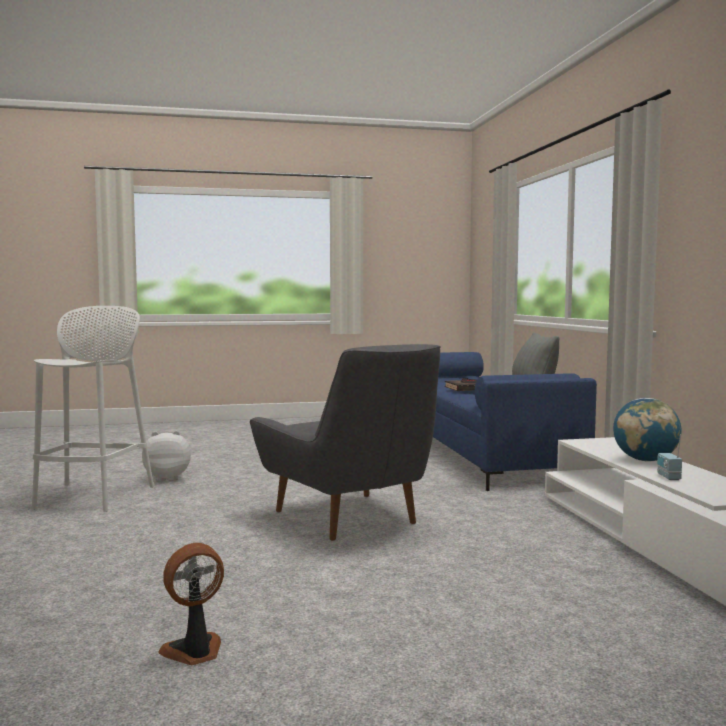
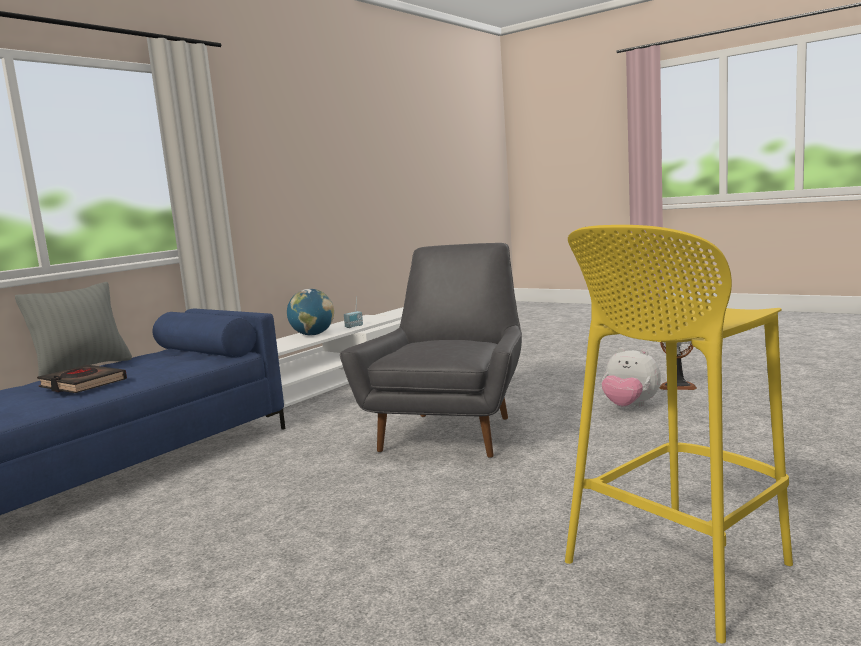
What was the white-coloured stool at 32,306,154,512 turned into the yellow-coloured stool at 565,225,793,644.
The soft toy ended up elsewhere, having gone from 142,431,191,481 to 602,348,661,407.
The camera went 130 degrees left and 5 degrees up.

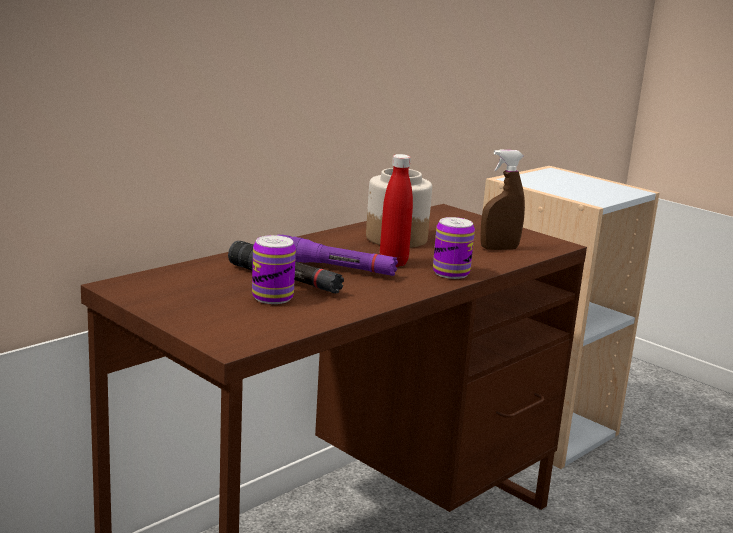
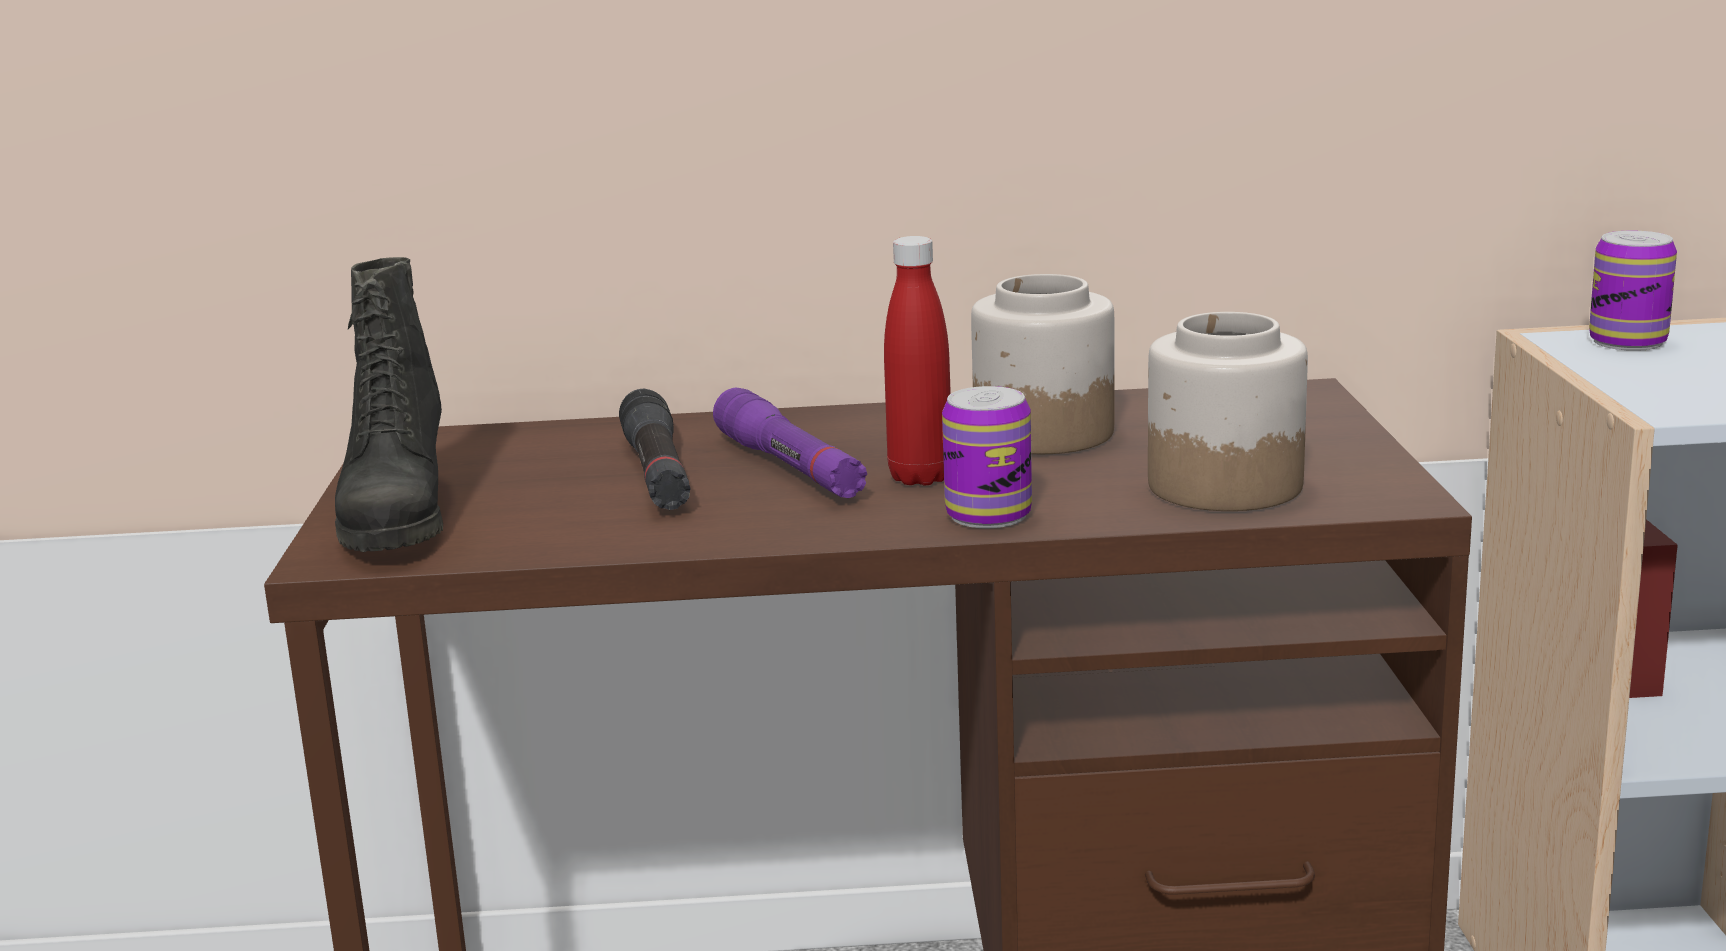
The second view gained the blackish high-top boot at 335,257,443,552.
Where the brown sprayer stood at 480,150,525,250, the storage jar came to stand at 1148,312,1308,511.
The metal can ended up elsewhere, having gone from 252,235,296,304 to 1589,231,1677,351.
The camera went 45 degrees right and 0 degrees up.

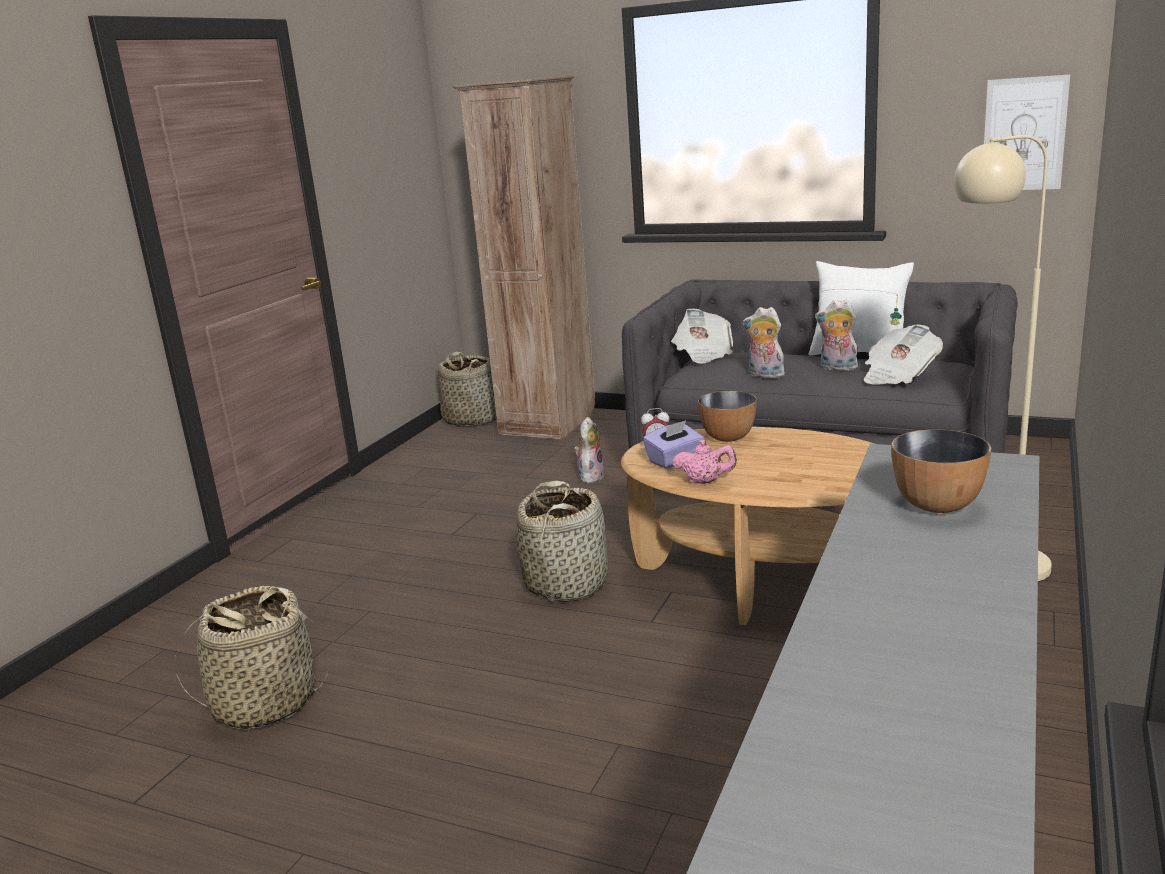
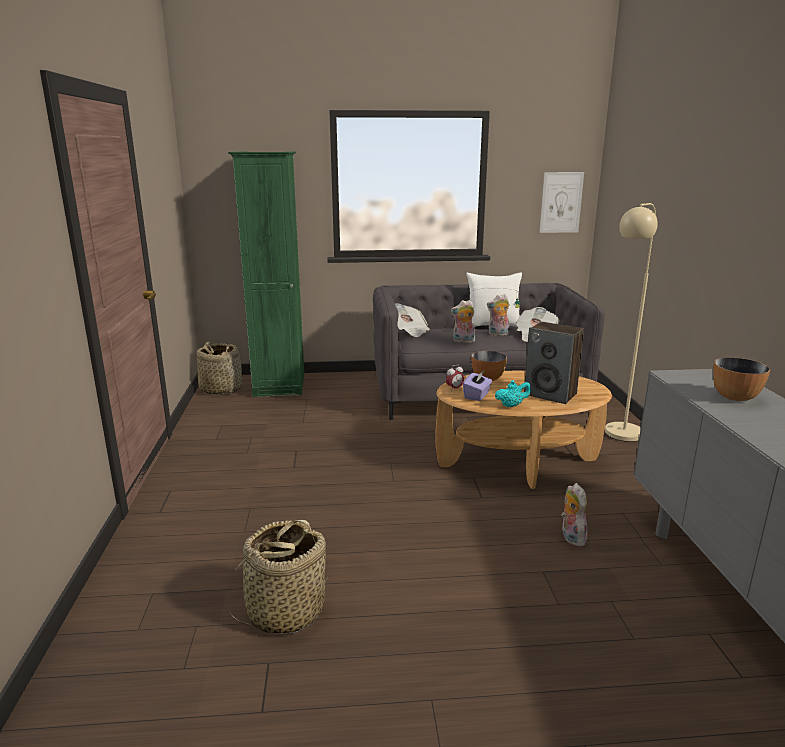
What was the brown storage cabinet at 453,76,595,440 turned into the green-coloured storage cabinet at 228,151,304,397.
What was the pink teapot at 673,440,737,484 turned into the turquoise-coloured teapot at 495,380,531,407.
The second view gained the loudspeaker at 524,322,584,404.
The soft toy ended up elsewhere, having gone from 574,417,605,483 to 561,483,587,546.
The second view lost the basket at 516,480,608,602.
The camera went 30 degrees left and 0 degrees up.

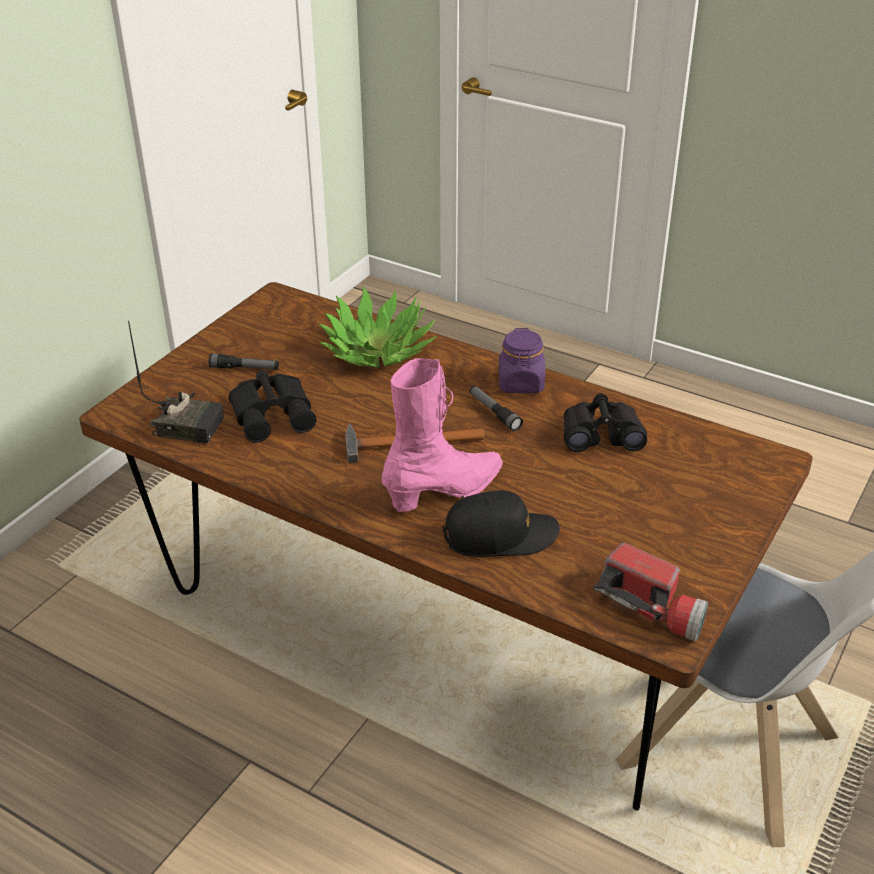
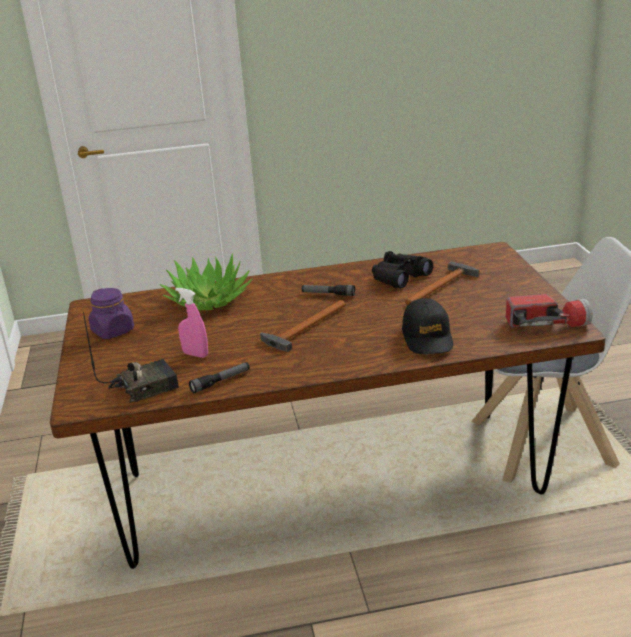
The purple-coloured storage jar ended up elsewhere, having gone from 499,328,545,393 to 89,288,134,339.
Where the blackish pair of binoculars stood at 229,370,316,443, the pink sprayer came to stand at 175,288,208,358.
The flashlight ended up elsewhere, having gone from 209,353,279,370 to 189,362,250,393.
The blackish baseball cap at 443,490,560,557 ended up facing another way, 135 degrees clockwise from before.
The second view gained the tool hammer at 405,262,479,305.
The second view lost the pink high-top boot at 382,358,503,512.
The camera went 40 degrees left and 10 degrees down.

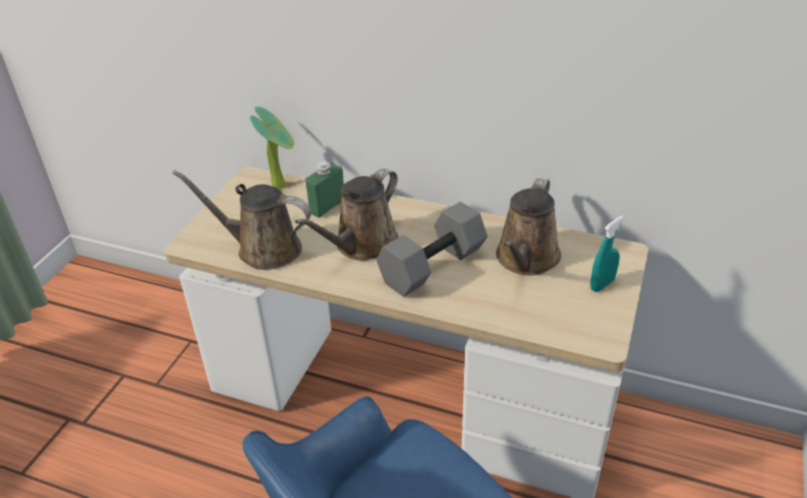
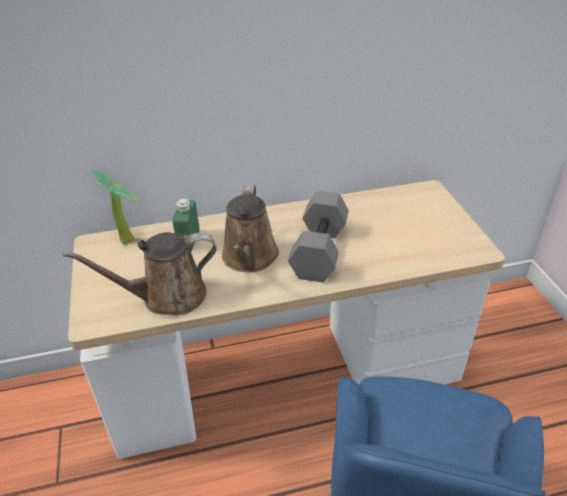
The second view lost the brown watering can at 496,178,561,276.
The second view lost the turquoise-coloured sprayer at 590,216,624,292.
The camera went 35 degrees left and 0 degrees up.

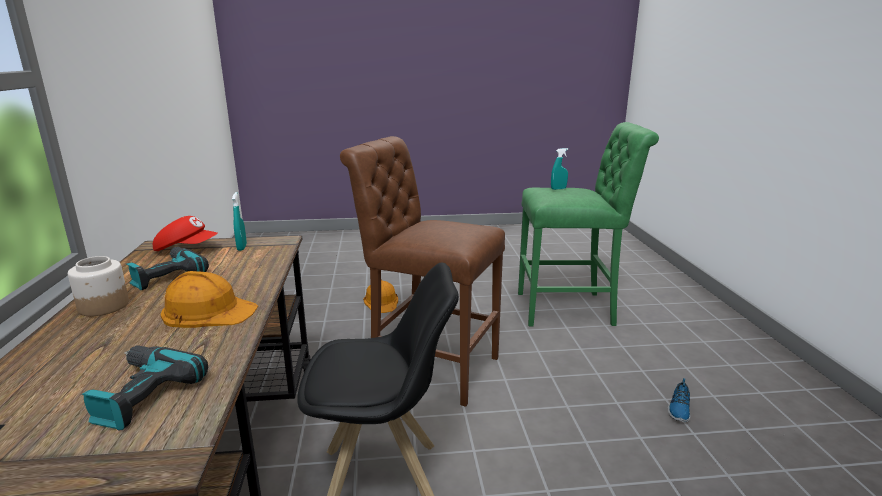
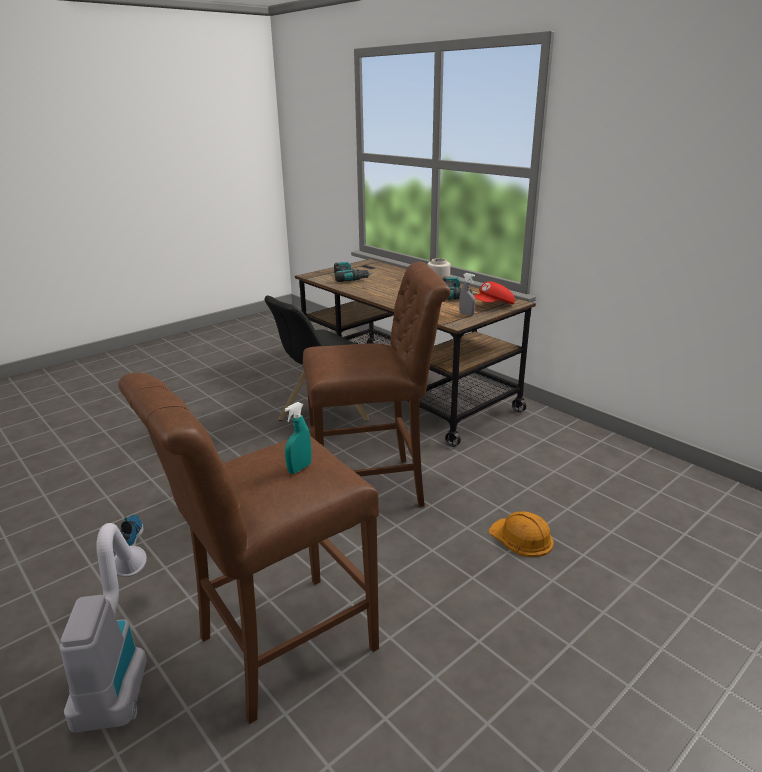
The second view gained the hoover at 60,523,147,732.
What was the green-coloured stool at 518,122,659,326 turned into the brown stool at 118,373,379,724.
What was the turquoise-coloured sprayer at 232,192,247,251 turned into the grey sprayer at 459,273,475,316.
The second view lost the orange-coloured hard hat at 160,271,258,328.
The camera went 145 degrees right and 5 degrees up.

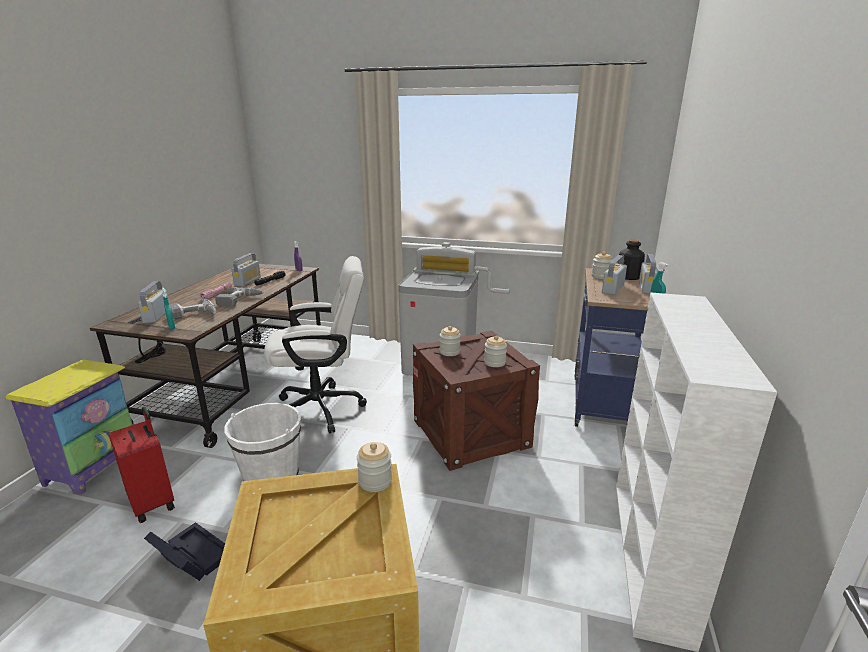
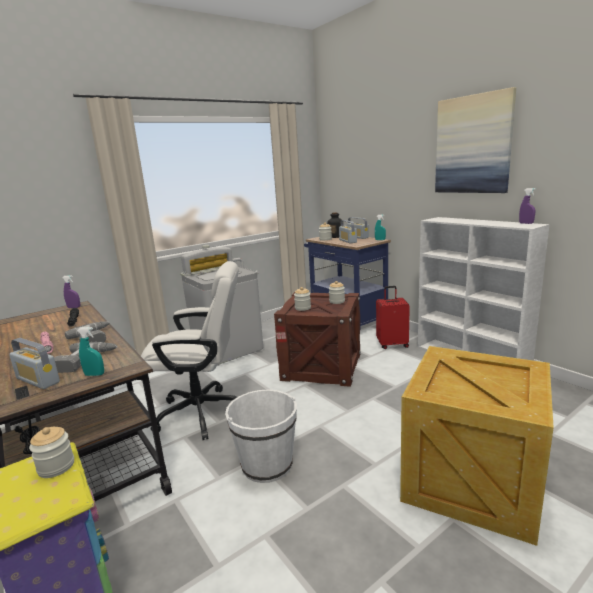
The storage jar ended up elsewhere, having gone from 357,442,392,492 to 29,427,74,478.
The white-coloured computer chair at 264,256,367,434 ended up facing another way, 60 degrees clockwise from before.
The red-coloured travel case ended up elsewhere, having gone from 109,407,175,523 to 376,286,410,349.
The second view gained the wall picture at 435,87,516,193.
The second view gained the purple-coloured sprayer at 519,188,536,224.
The second view lost the blackish storage bin at 144,522,225,581.
The second view lost the radio receiver at 231,253,261,287.
The camera went 50 degrees left and 5 degrees down.

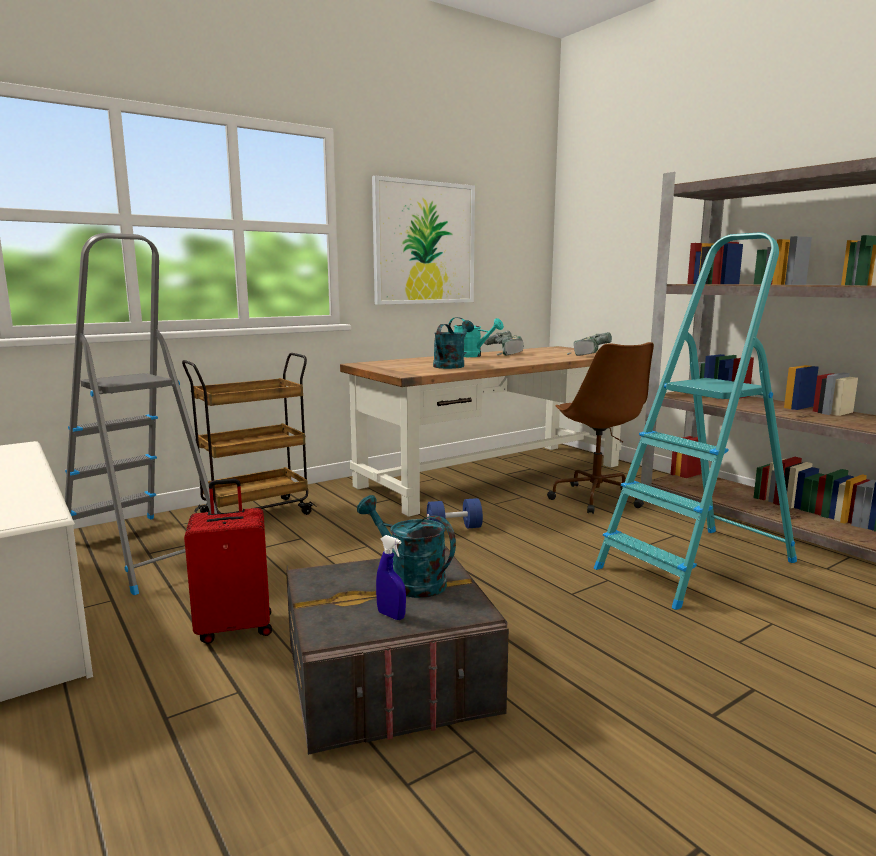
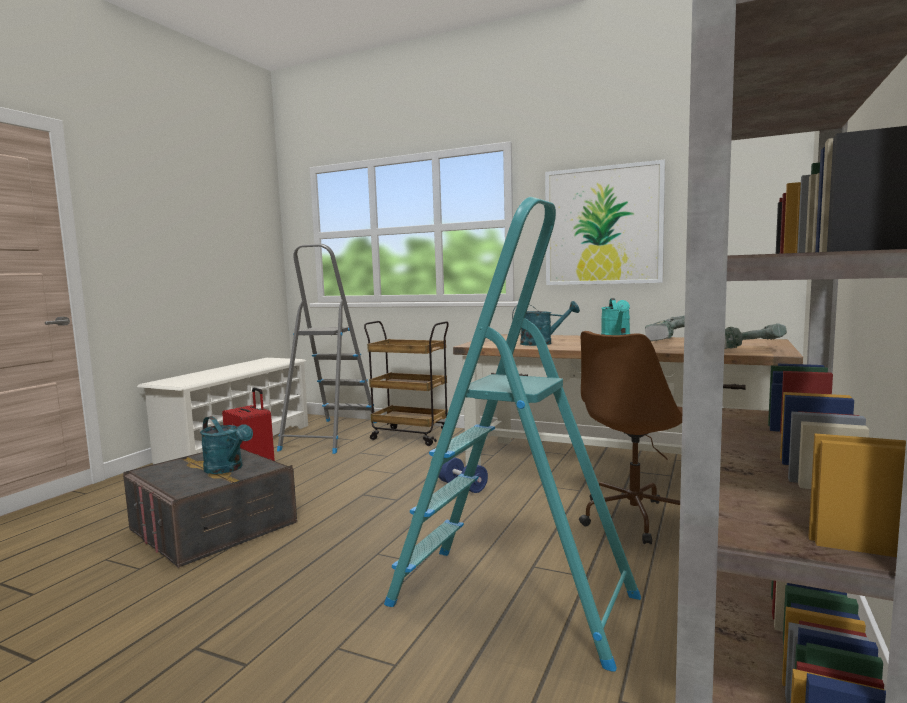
The turquoise-coloured watering can at 357,495,456,598 ended up facing another way, 120 degrees clockwise from before.
The second view lost the blue sprayer at 376,535,406,620.
The camera went 60 degrees right and 5 degrees down.

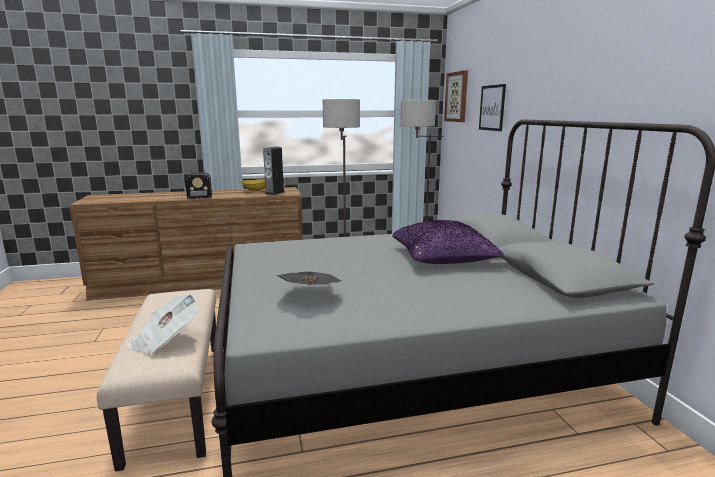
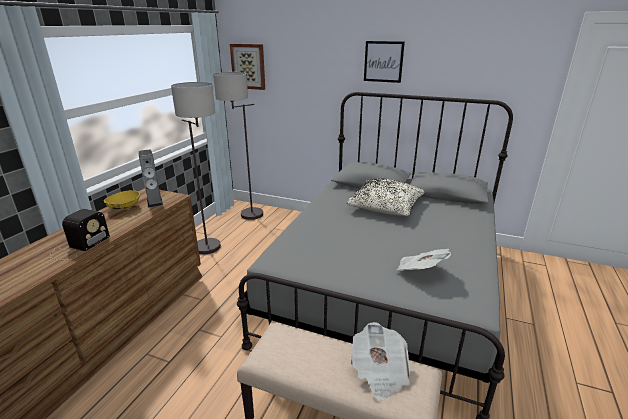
What was the purple-coloured cushion at 392,220,504,264 turned into the beige cushion at 347,178,425,216.
The wall picture ended up elsewhere, having gone from 479,84,506,131 to 364,41,405,83.
The camera went 55 degrees left and 10 degrees up.

